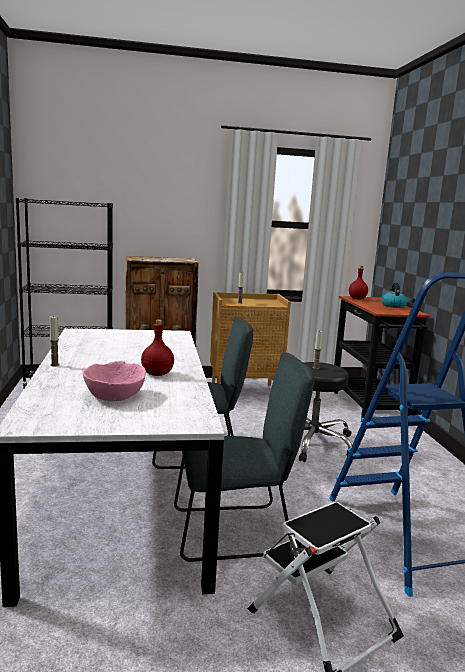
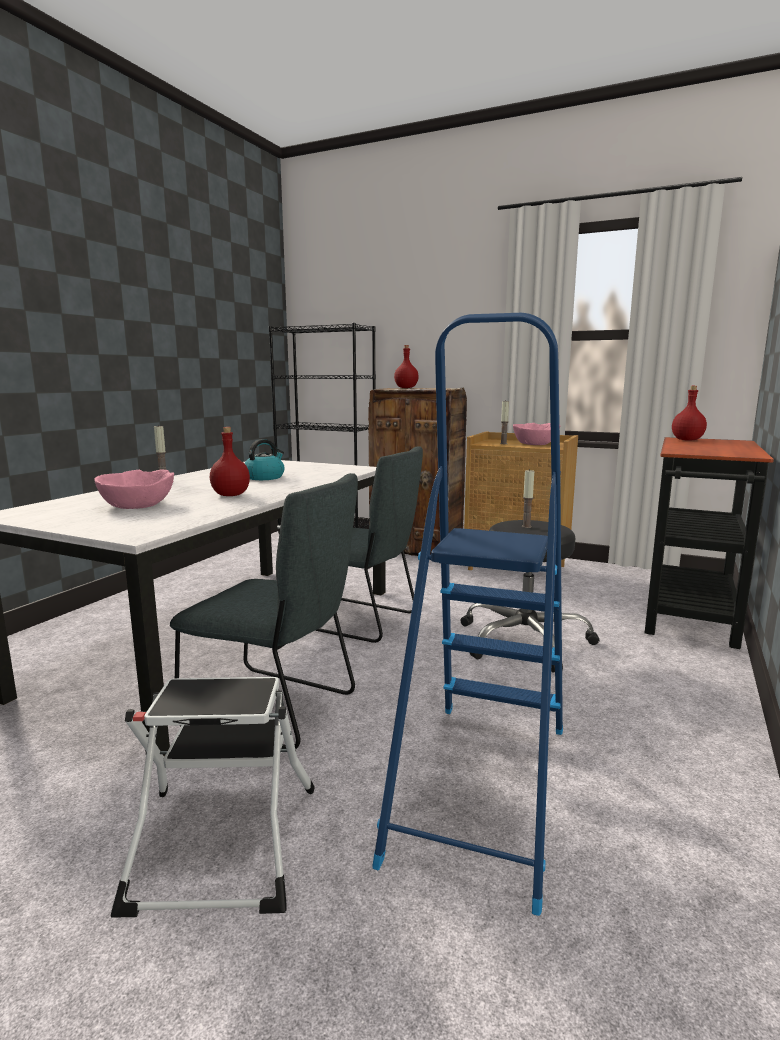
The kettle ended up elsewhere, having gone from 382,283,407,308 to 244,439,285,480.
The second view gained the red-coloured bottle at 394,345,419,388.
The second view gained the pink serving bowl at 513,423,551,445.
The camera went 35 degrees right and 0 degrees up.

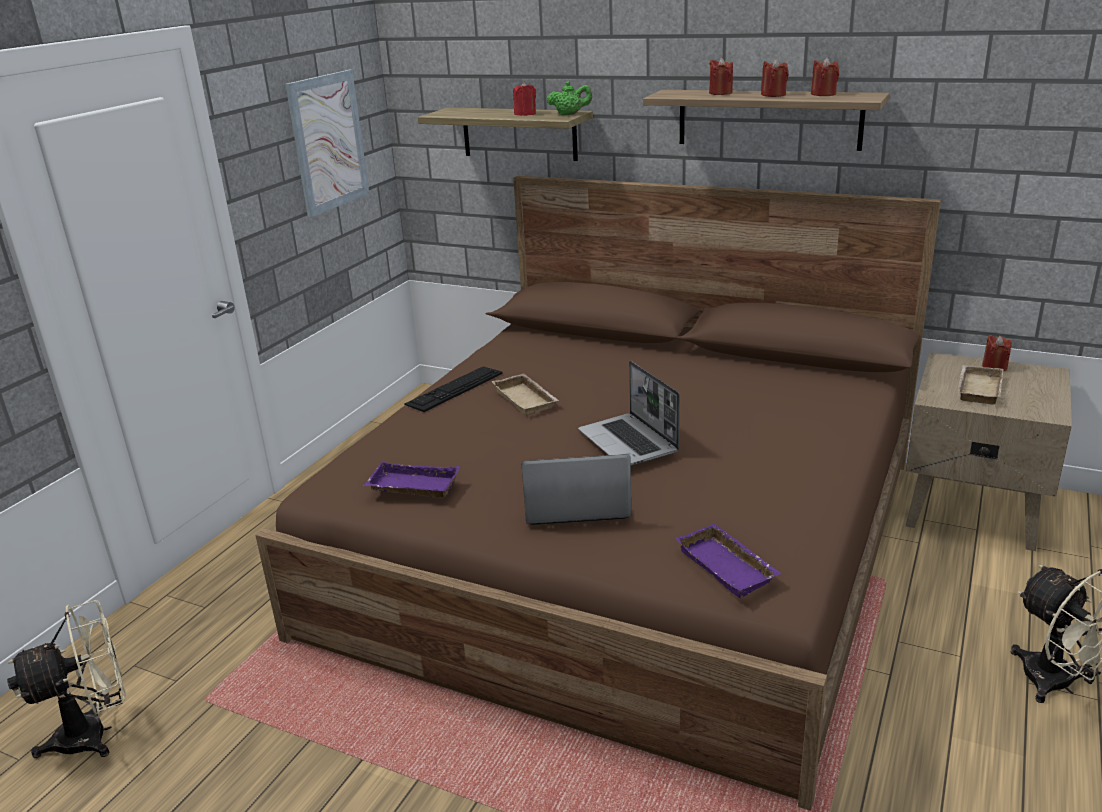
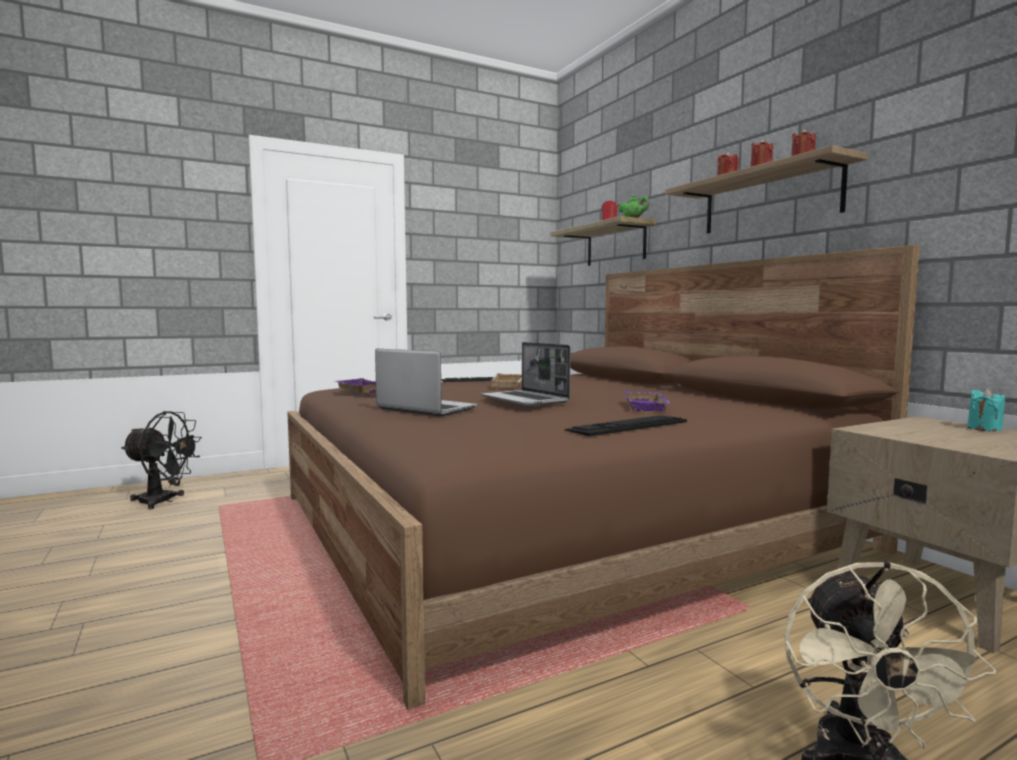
What was the beige cooling fan at 7,600,126,758 turned into the blackish cooling fan at 121,411,202,509.
The portable computer at 578,361,680,466 ended up facing another way, 45 degrees counterclockwise from before.
The second view gained the computer keyboard at 565,415,687,436.
The purple-coloured tray ended up elsewhere, having gone from 675,523,781,598 to 625,390,671,411.
What was the red-coloured wax light at 982,335,1012,371 turned into the turquoise-coloured wax light at 967,388,1005,432.
The second view lost the wall picture at 285,70,369,217.
The second view lost the beige tray at 957,365,1004,405.
The camera went 35 degrees right and 20 degrees down.

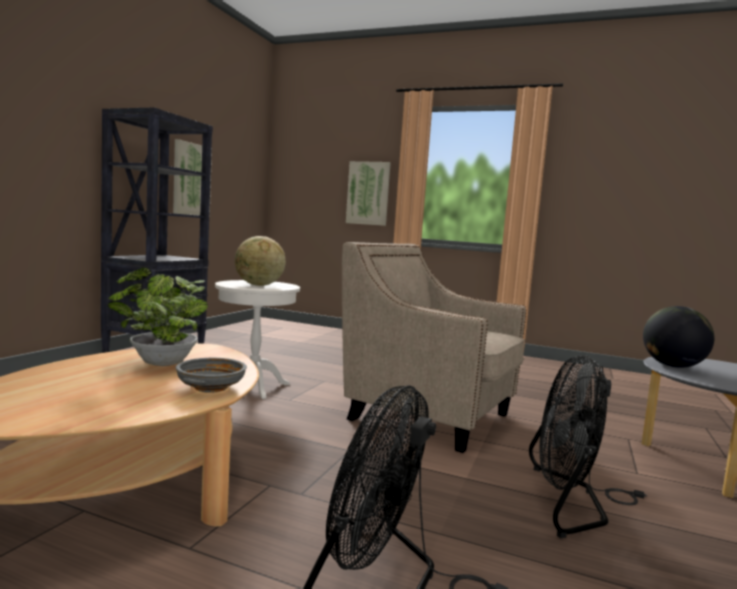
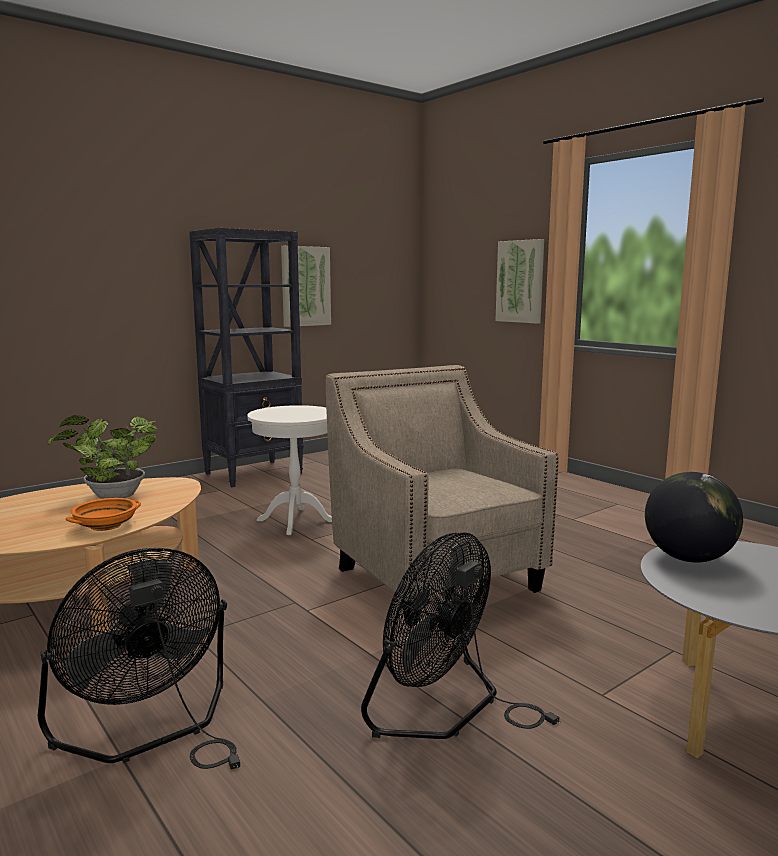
What was the grey serving bowl at 175,358,247,393 turned into the orange-coloured serving bowl at 66,498,141,531.
The second view lost the globe at 235,236,286,286.
The camera went 30 degrees right and 5 degrees up.

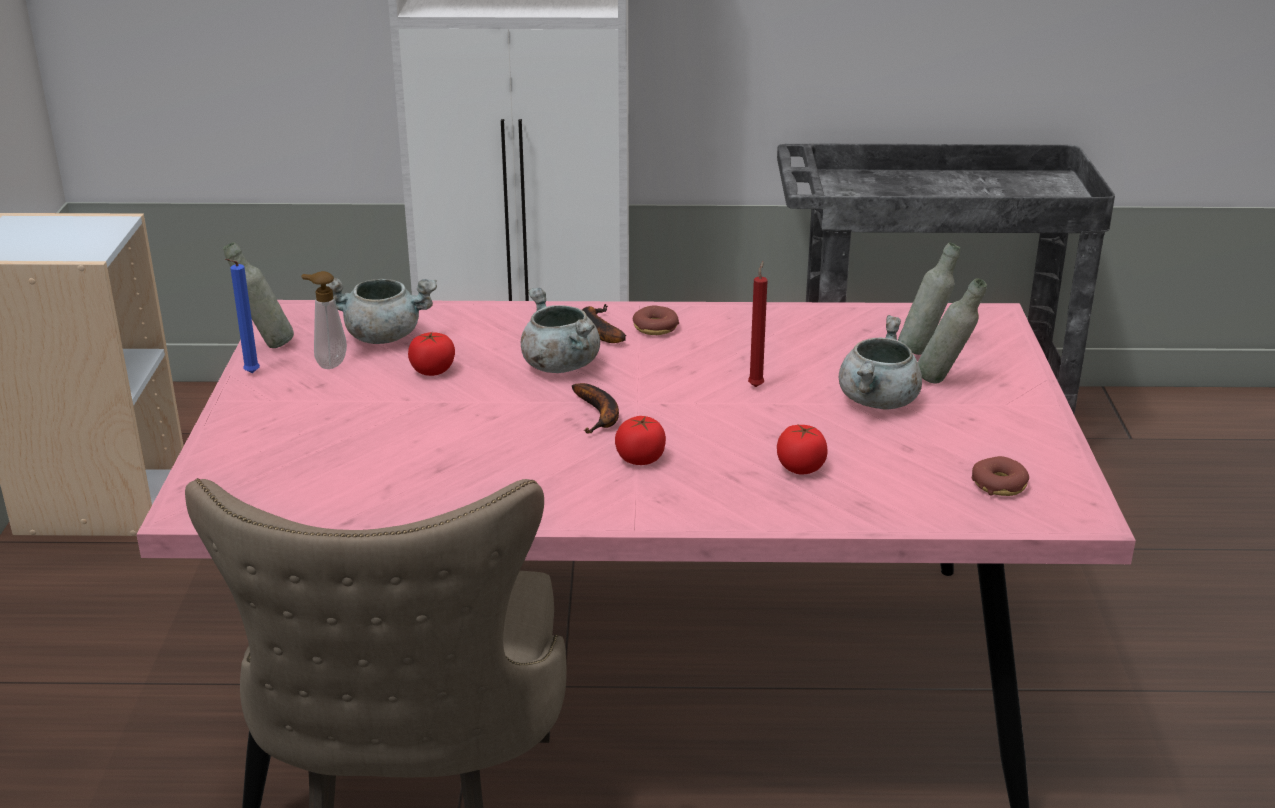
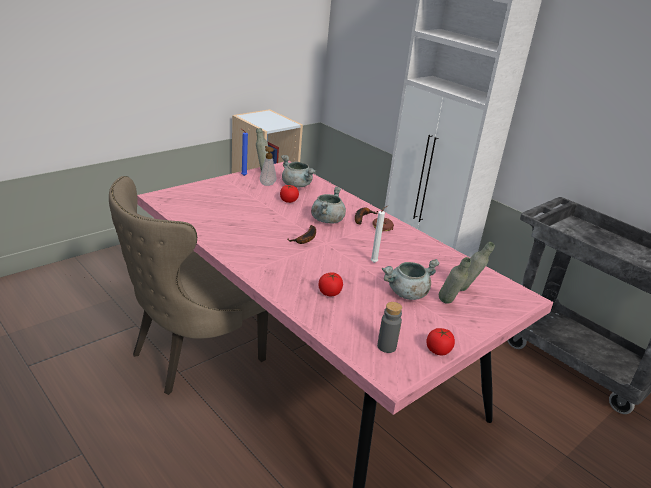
What was the red-coloured wax light at 748,261,767,387 turned into the white-coloured wax light at 371,206,387,263.
Where the donut stood at 972,456,1029,496, the grey bottle came to stand at 377,302,402,353.
The whole tomato ended up elsewhere, having gone from 615,416,666,465 to 426,328,455,355.
The camera went 45 degrees right and 0 degrees up.

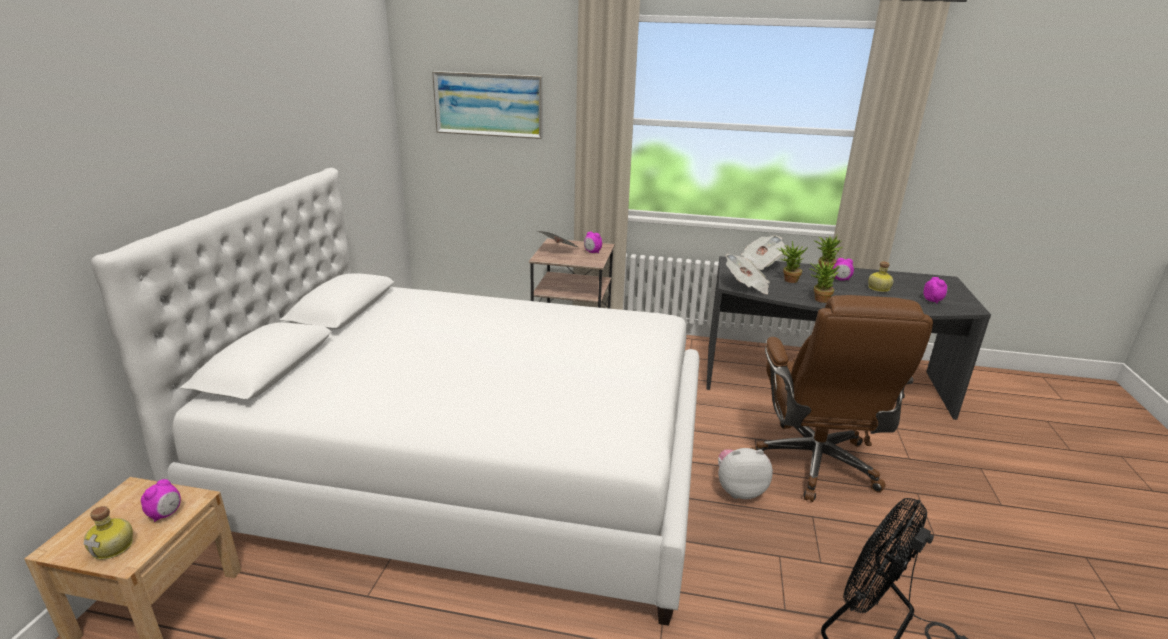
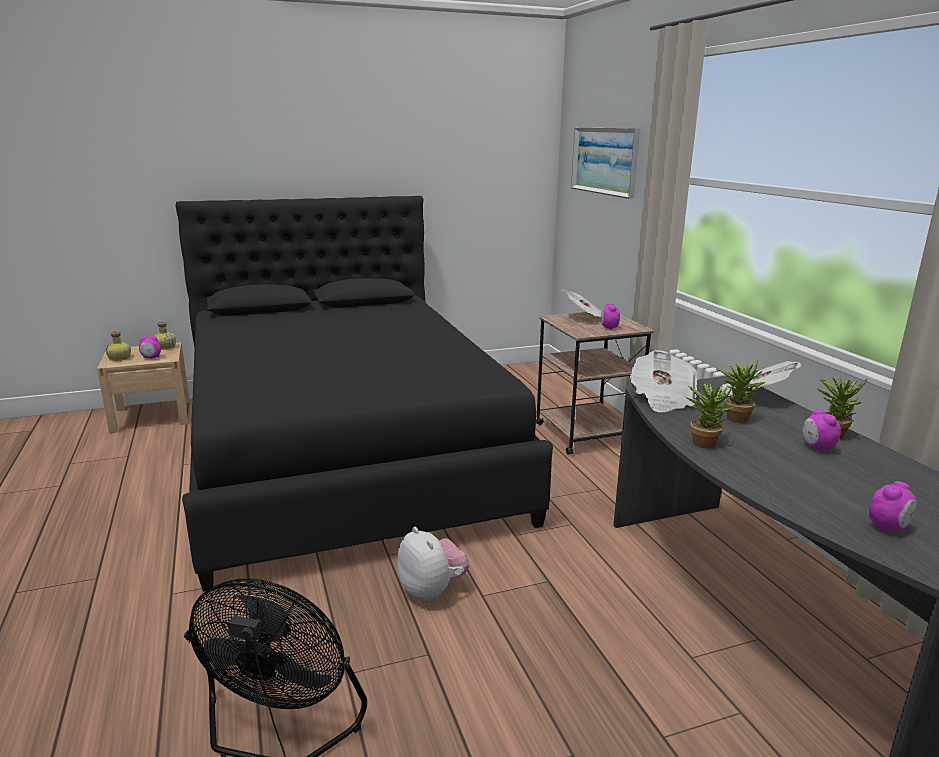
The bottle ended up elsewhere, having gone from 868,262,894,292 to 154,322,176,350.
What was the white-coloured bedroom bed at 91,168,700,626 turned into the blackish bedroom bed at 175,196,553,592.
The second view lost the brown computer chair at 751,295,933,502.
The camera went 60 degrees right and 5 degrees down.

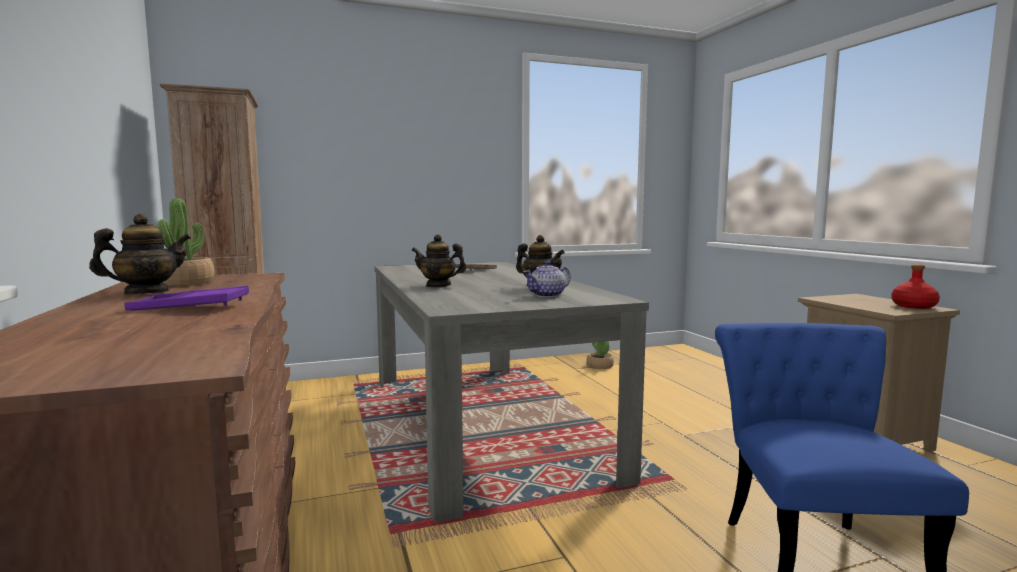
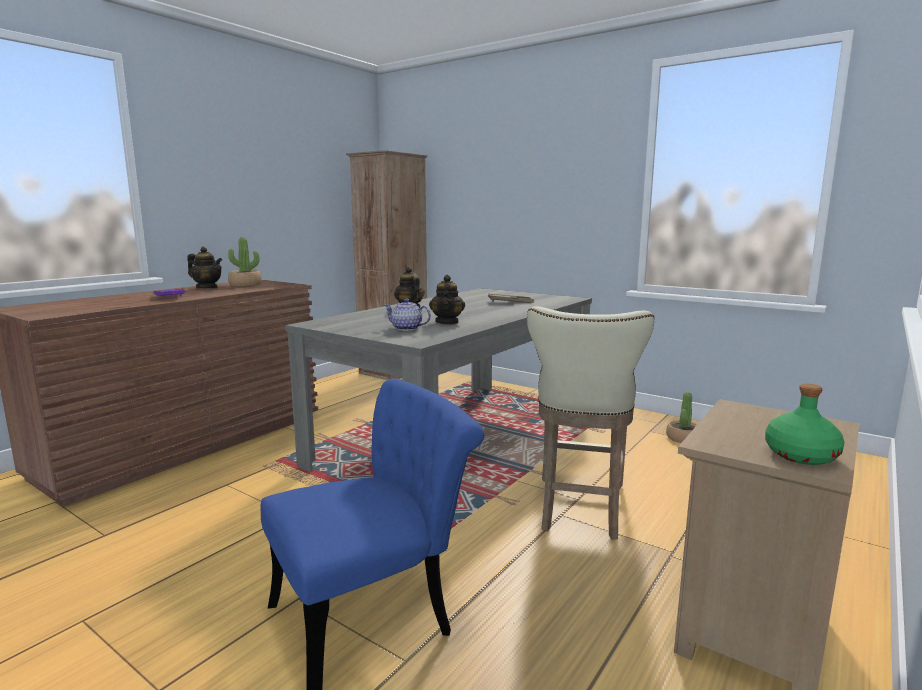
The second view gained the beige stool at 527,306,655,540.
What was the red-coloured bottle at 891,264,940,309 turned into the green-coloured bottle at 765,383,845,465.
The camera went 55 degrees right and 5 degrees up.

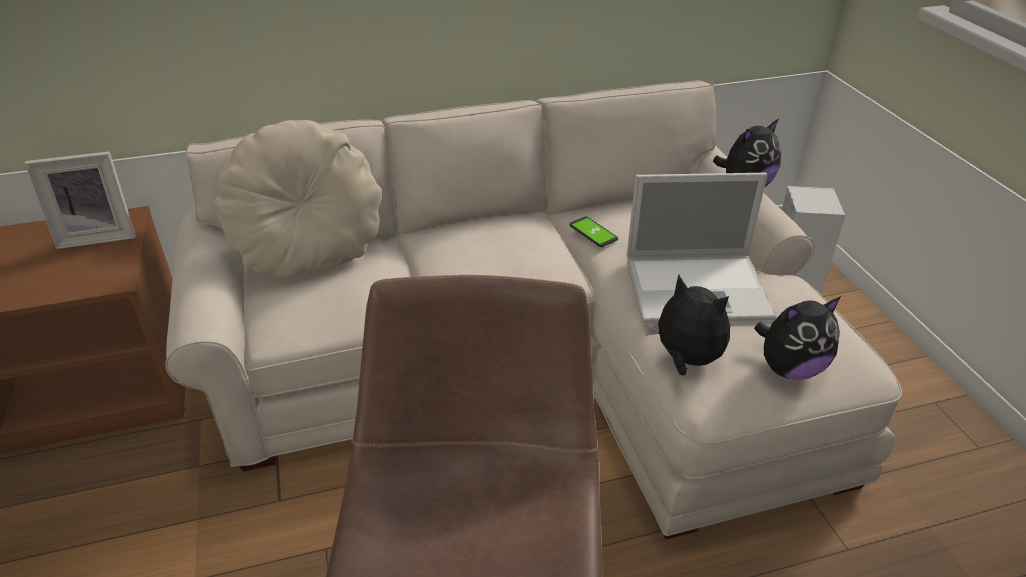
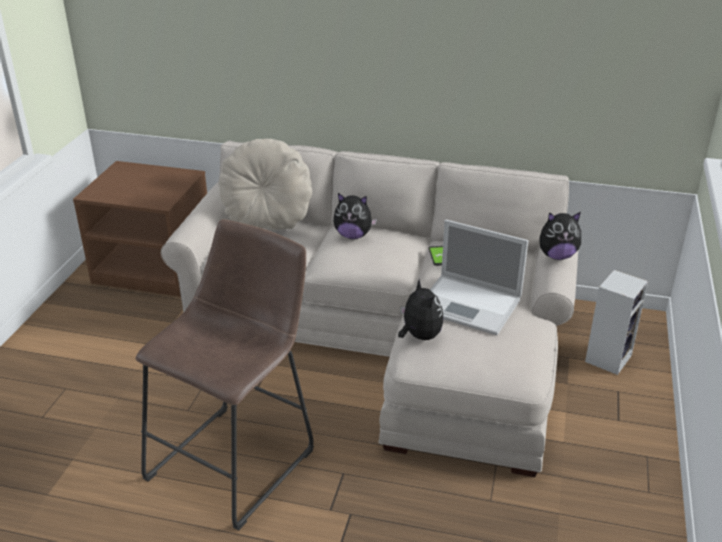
The soft toy ended up elsewhere, having gone from 754,296,841,380 to 334,193,377,239.
The second view lost the standing frame at 25,151,136,249.
The camera went 30 degrees right and 5 degrees down.

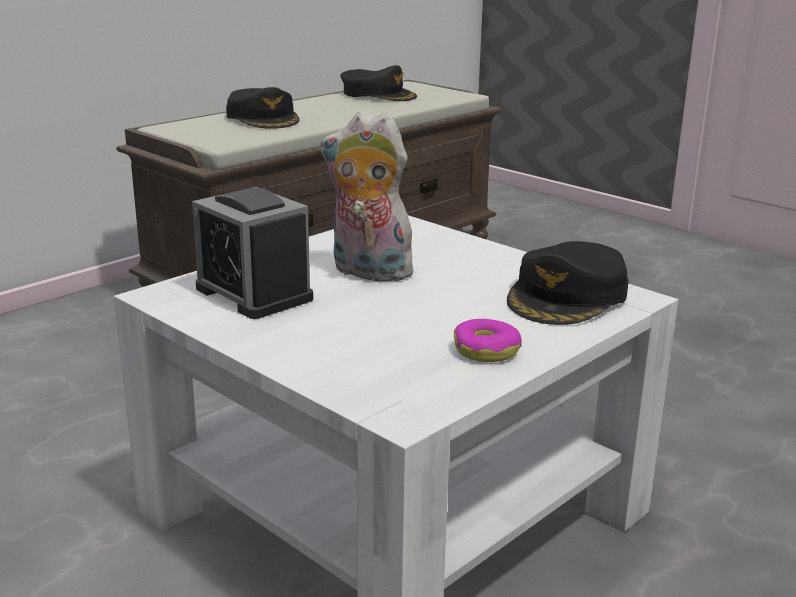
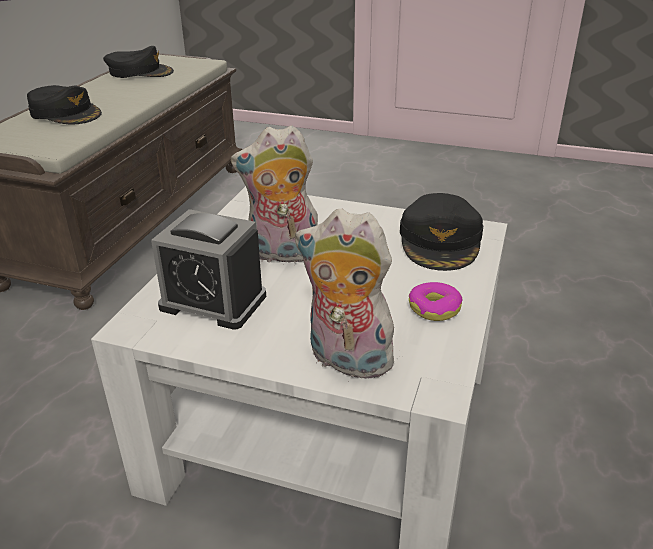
The second view gained the soft toy at 295,208,402,382.
The camera went 25 degrees left and 10 degrees up.

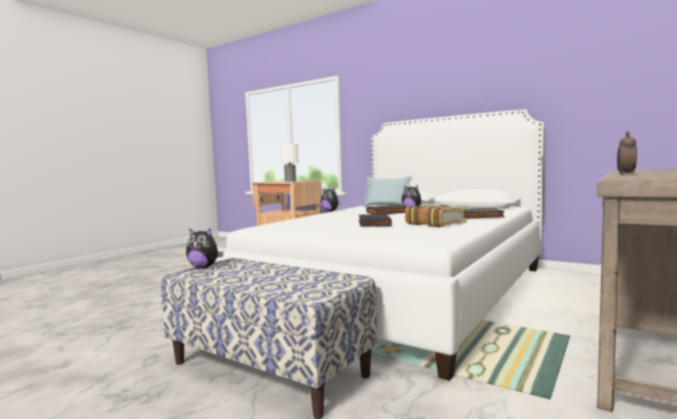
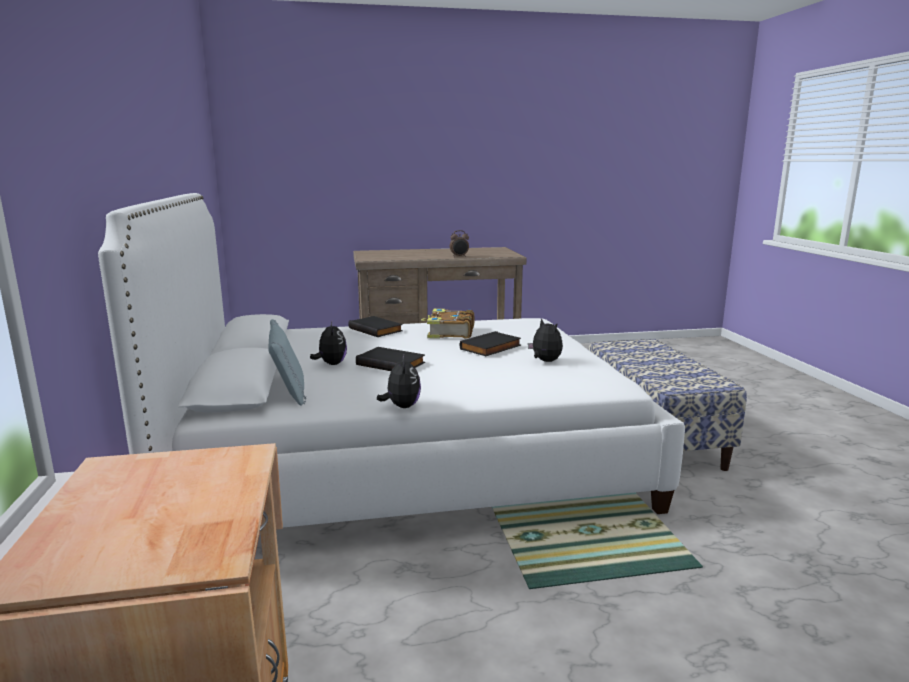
The soft toy ended up elsewhere, having gone from 186,228,224,268 to 528,318,563,362.
The second view lost the table lamp at 280,144,299,182.
The camera went 135 degrees left and 10 degrees up.

